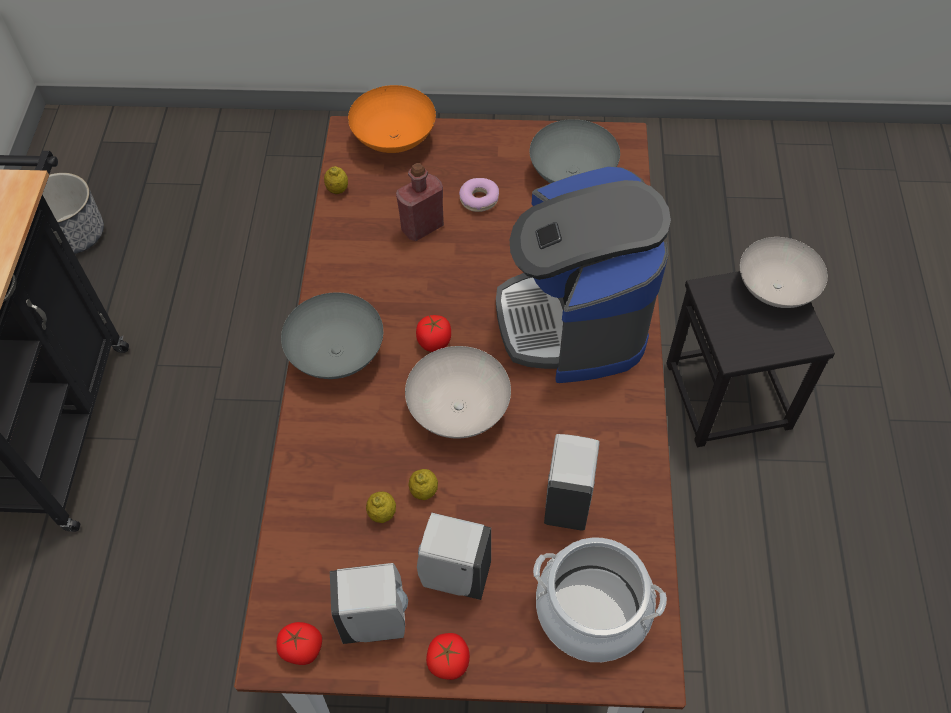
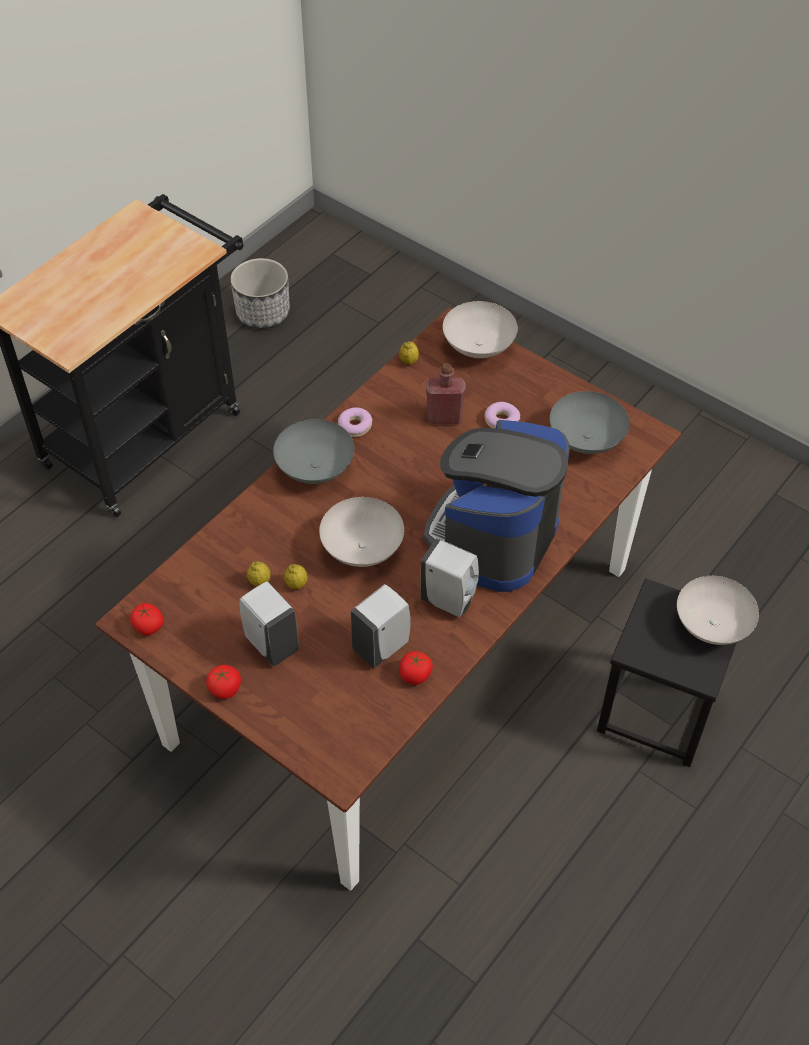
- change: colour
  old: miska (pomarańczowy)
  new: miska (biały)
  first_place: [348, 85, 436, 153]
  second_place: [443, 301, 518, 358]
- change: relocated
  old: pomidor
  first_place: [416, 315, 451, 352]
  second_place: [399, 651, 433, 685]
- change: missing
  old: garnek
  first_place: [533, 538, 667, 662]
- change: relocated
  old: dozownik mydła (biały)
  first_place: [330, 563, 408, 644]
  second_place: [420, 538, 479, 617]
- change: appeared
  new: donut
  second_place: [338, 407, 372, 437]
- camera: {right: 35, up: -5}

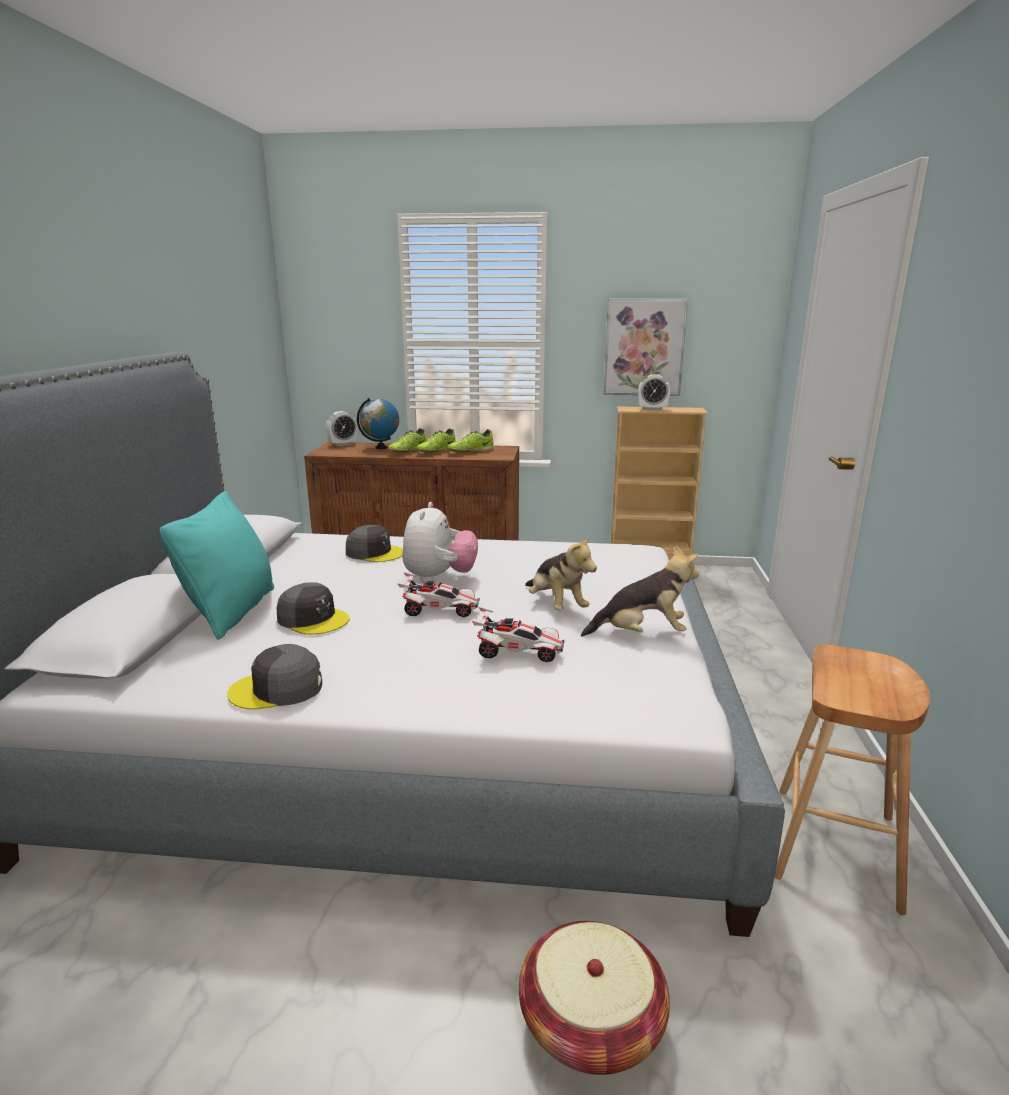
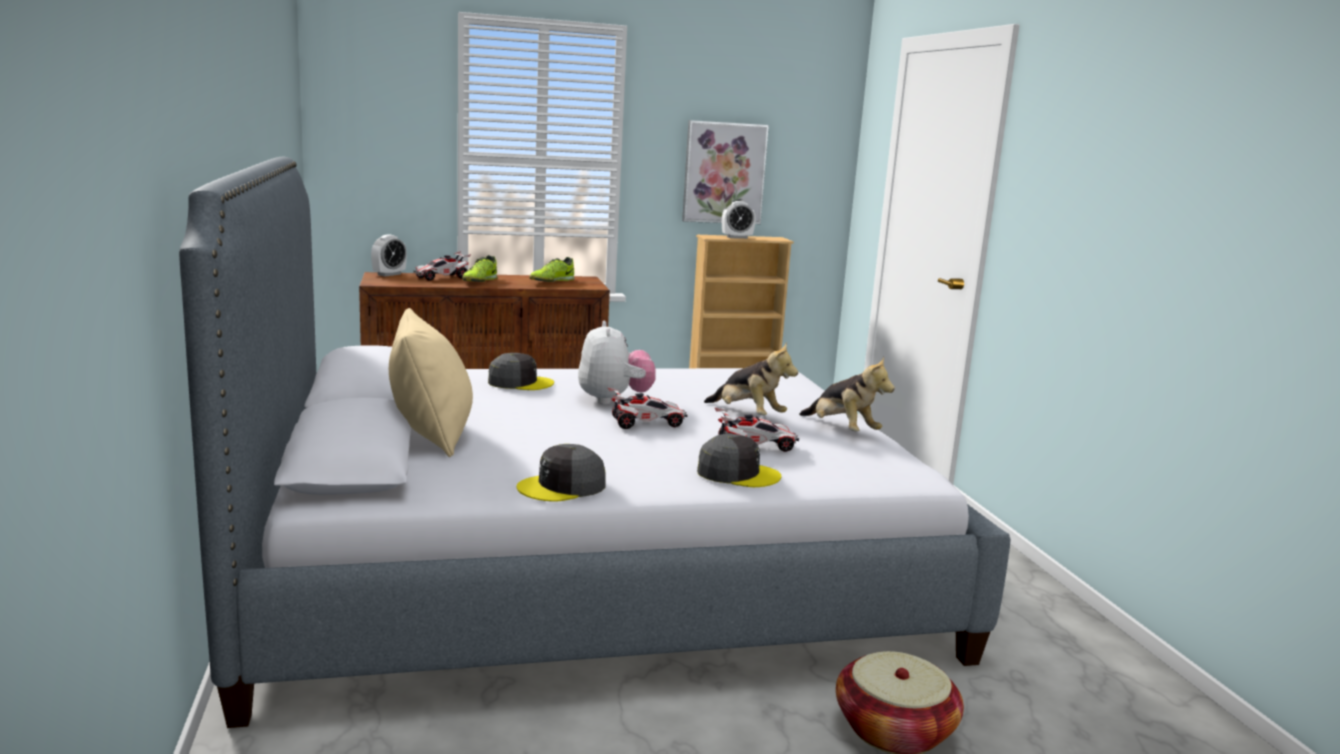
- change: exchanged
  old: globus
  new: samochodzik
  first_place: [357, 398, 399, 449]
  second_place: [413, 251, 471, 281]
- change: missing
  old: but
  first_place: [416, 428, 456, 453]
- change: colour
  old: poduszka (turkusowy)
  new: poduszka (beżowy)
  first_place: [159, 491, 274, 640]
  second_place: [389, 308, 473, 457]
- change: spun
  old: pluszak
  first_place: [581, 545, 699, 637]
  second_place: [799, 357, 895, 431]
  degrees: 75
- change: relocated
  old: czapka z daszkiem (szary)
  first_place: [276, 582, 350, 635]
  second_place: [697, 434, 781, 487]
- change: missing
  old: stołek (brązowy)
  first_place: [774, 644, 930, 916]
- camera: {right: -20, up: -5}

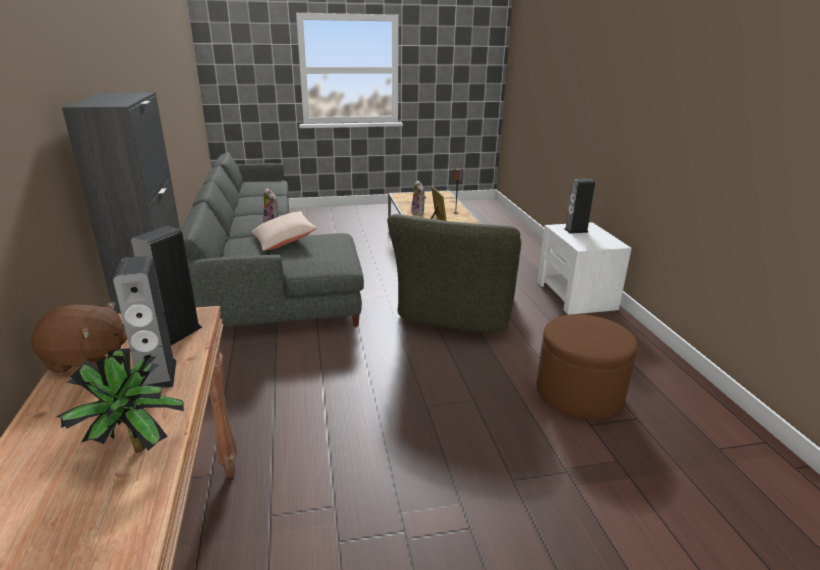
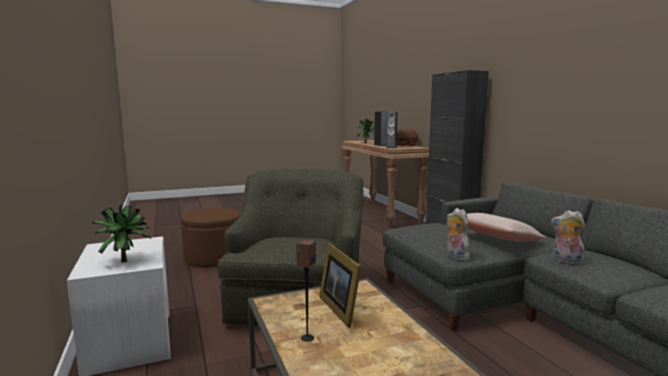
- change: exchanged
  old: głośnik
  new: roślina doniczkowa
  first_place: [564, 179, 595, 234]
  second_place: [92, 205, 151, 263]
- change: relocated
  old: pluszak
  first_place: [411, 180, 426, 216]
  second_place: [446, 208, 470, 261]
- camera: {right: 170, up: -15}

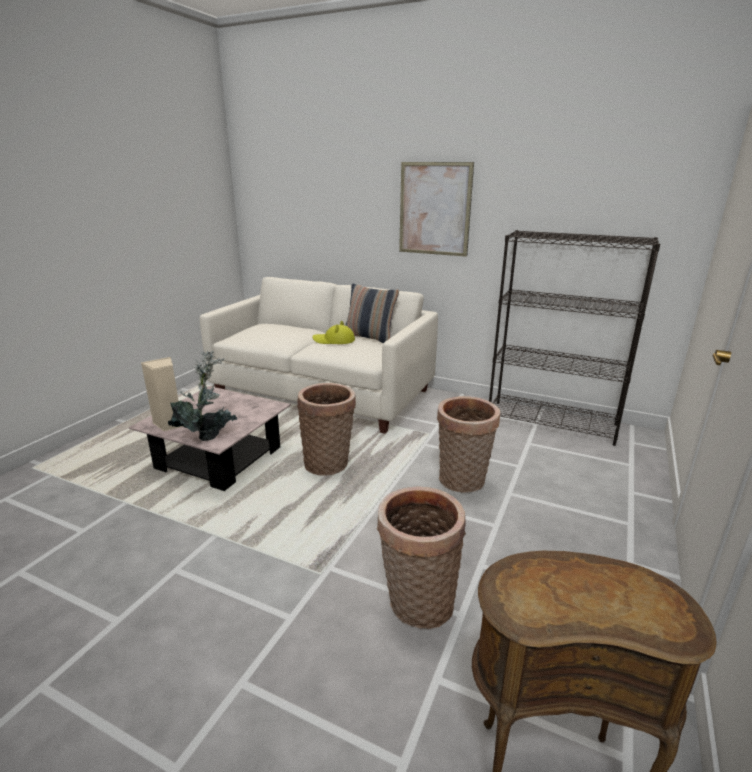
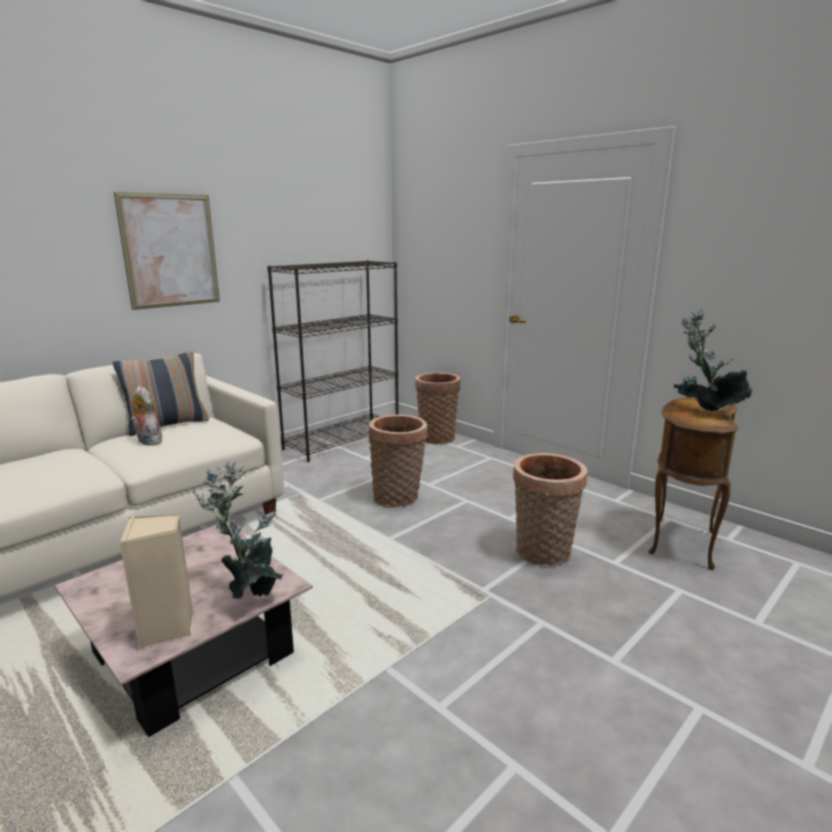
- change: exchanged
  old: kapelusz (żółty)
  new: pluszak
  first_place: [312, 321, 355, 344]
  second_place: [131, 386, 162, 445]
- change: relocated
  old: koszyk
  first_place: [297, 383, 356, 476]
  second_place: [415, 373, 461, 445]
- change: appeared
  new: roślina doniczkowa
  second_place: [674, 309, 752, 411]
- camera: {right: -70, up: -5}

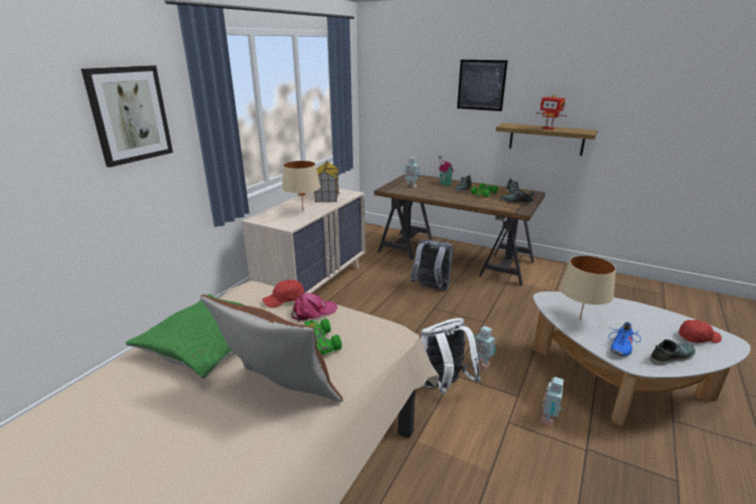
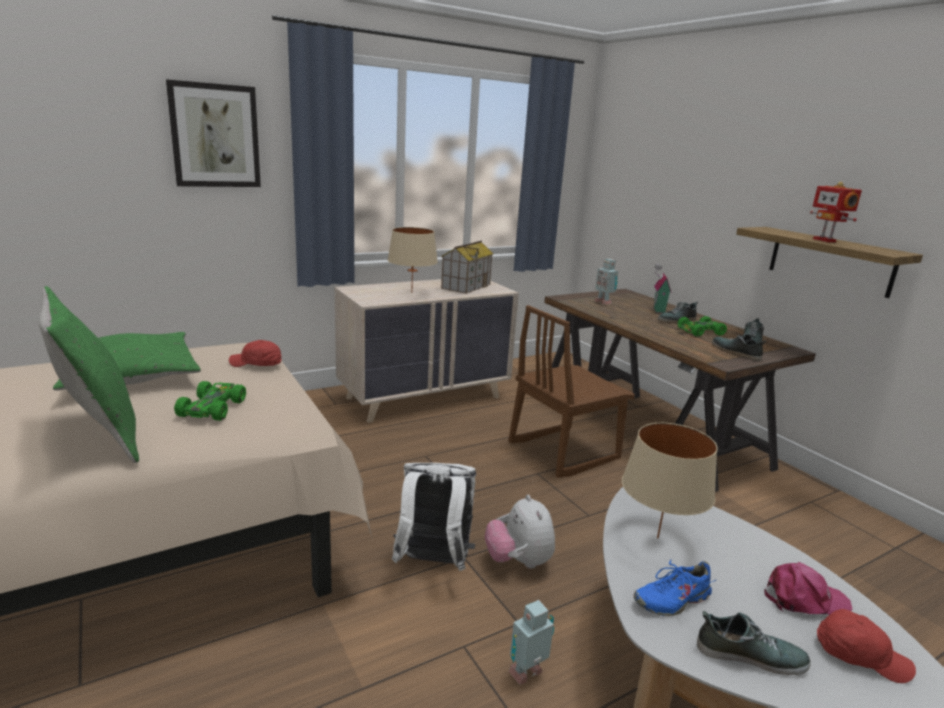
- change: missing
  old: obraz
  first_place: [457, 60, 508, 111]
- change: exchanged
  old: plecak (szary)
  new: krzesło (brązowy)
  first_place: [410, 240, 453, 291]
  second_place: [508, 305, 635, 478]
- change: relocated
  old: czapka z daszkiem (różowy)
  first_place: [291, 293, 338, 322]
  second_place: [764, 562, 853, 615]
- change: colour
  old: poduszka (brązowy)
  new: poduszka (zielony)
  first_place: [200, 295, 343, 403]
  second_place: [39, 286, 139, 463]
- change: exchanged
  old: robot zabawkowy
  new: pluszak
  first_place: [474, 326, 496, 370]
  second_place: [485, 495, 555, 568]
- camera: {right: 30, up: -5}

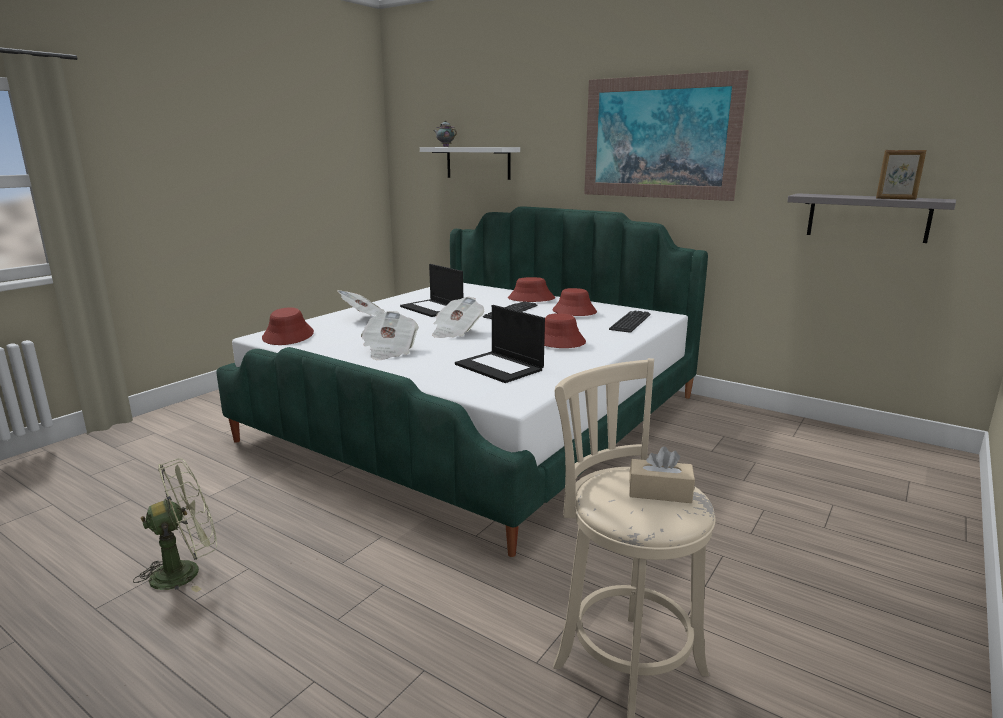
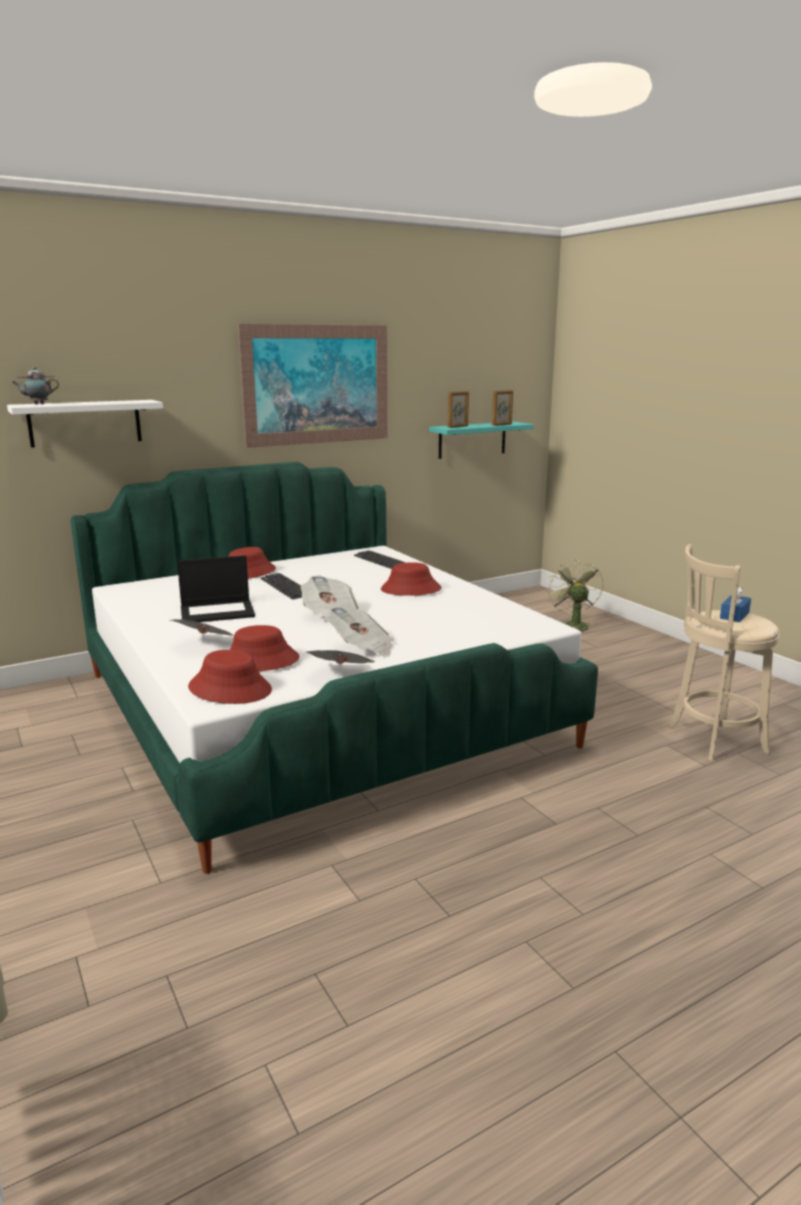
- change: colour
  old: półka (szary)
  new: półka (turkusowy)
  first_place: [787, 193, 956, 243]
  second_place: [429, 422, 534, 459]
- change: relocated
  old: kapelusz (czerwony)
  first_place: [553, 288, 597, 316]
  second_place: [230, 625, 300, 671]
- change: missing
  old: laptop
  first_place: [455, 305, 545, 383]
- change: colour
  old: pudełko chusteczek (beżowy)
  new: pudełko chusteczek (niebieski)
  first_place: [629, 446, 695, 503]
  second_place: [720, 586, 751, 622]
- change: relocated
  old: wentylator (zielony)
  first_place: [133, 458, 217, 592]
  second_place: [547, 559, 603, 631]
- change: appeared
  new: ramka na zdjęcie
  second_place: [447, 391, 469, 428]
- change: appeared
  new: gazeta
  second_place: [303, 650, 375, 664]
- camera: {right: -65, up: 0}

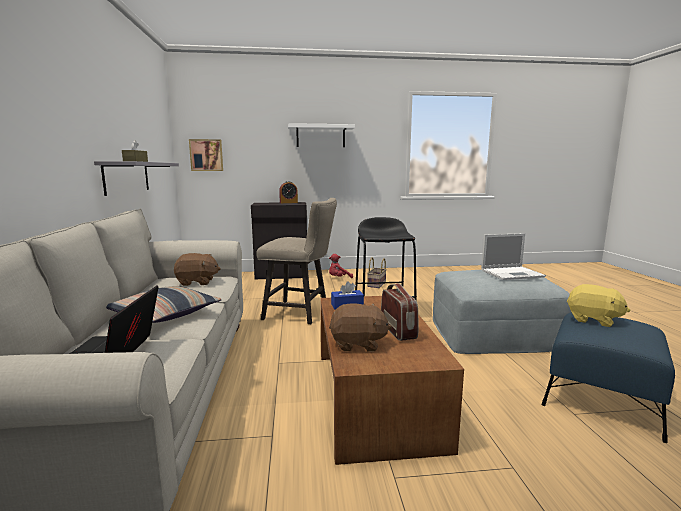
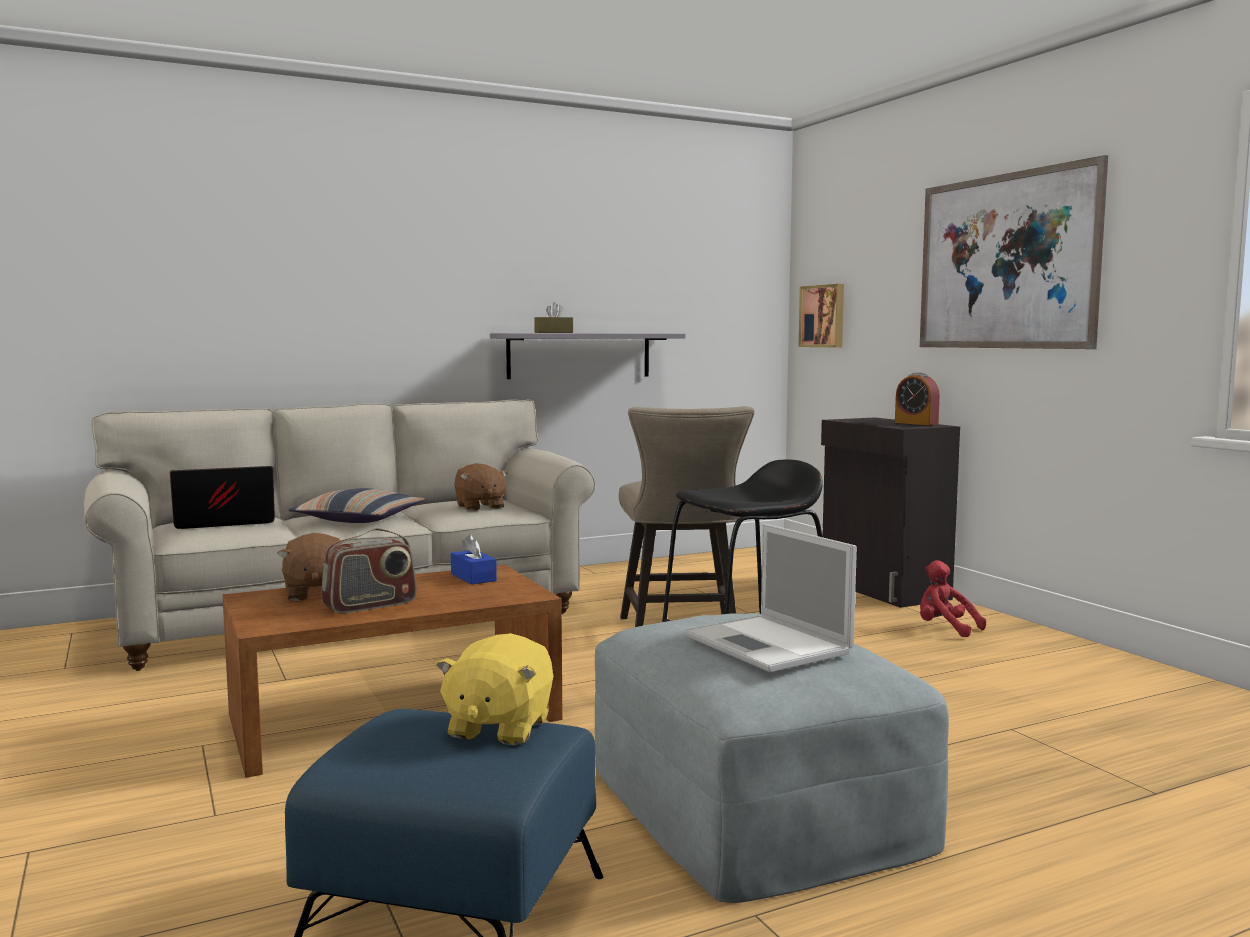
- change: exchanged
  old: półka (biały)
  new: obraz
  first_place: [288, 123, 355, 147]
  second_place: [920, 155, 1108, 349]
- change: missing
  old: koszyk
  first_place: [367, 257, 387, 288]
- camera: {right: 70, up: -5}

